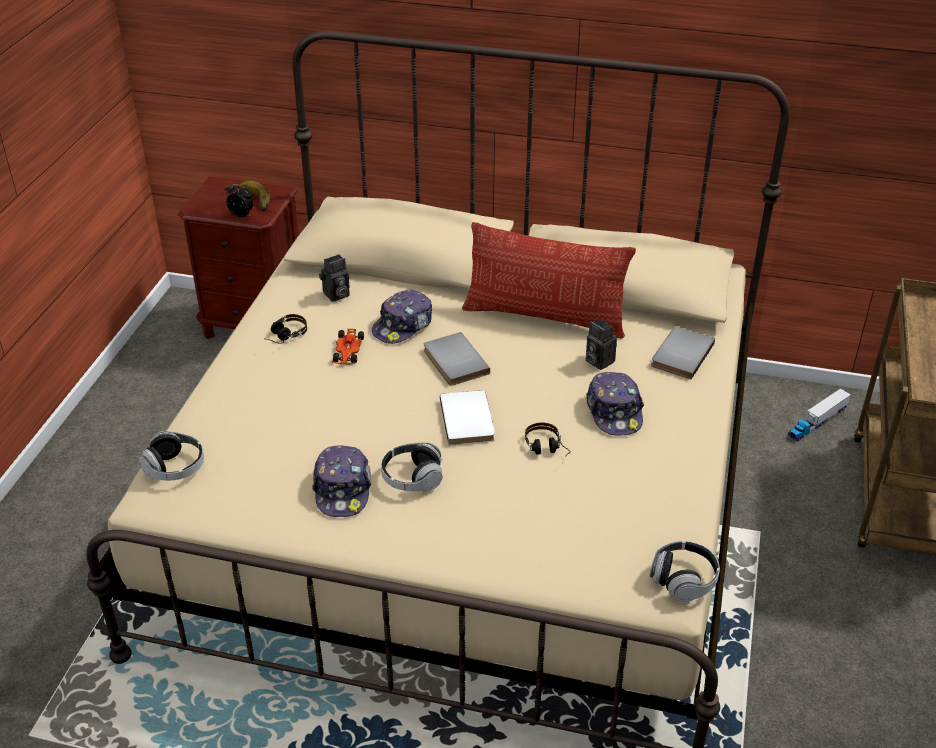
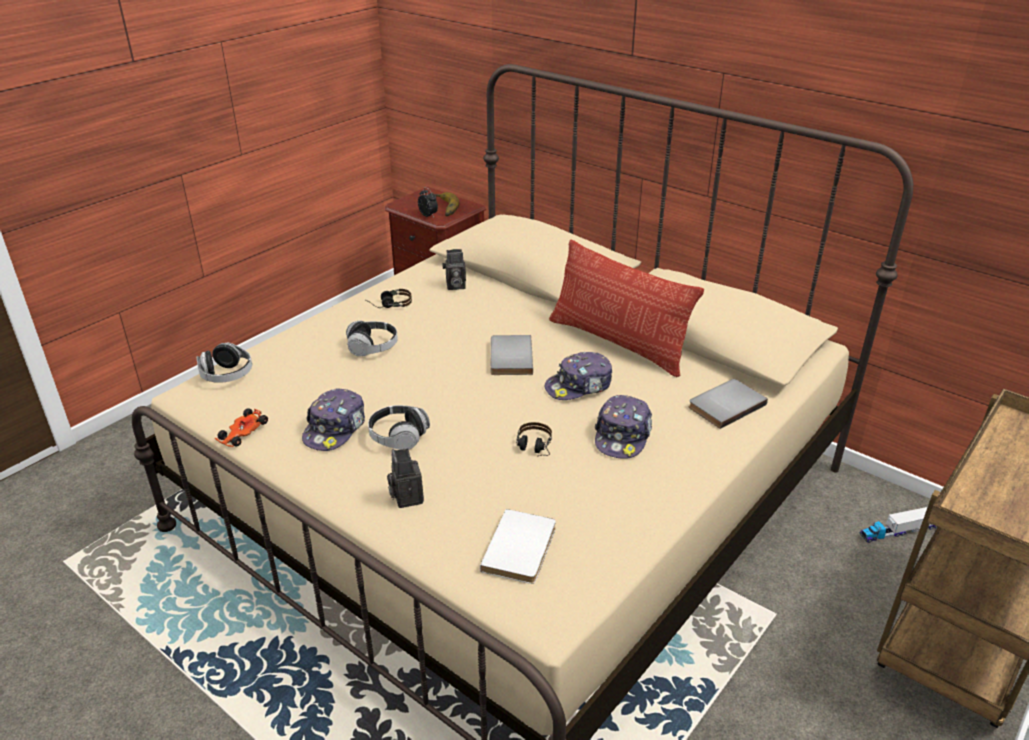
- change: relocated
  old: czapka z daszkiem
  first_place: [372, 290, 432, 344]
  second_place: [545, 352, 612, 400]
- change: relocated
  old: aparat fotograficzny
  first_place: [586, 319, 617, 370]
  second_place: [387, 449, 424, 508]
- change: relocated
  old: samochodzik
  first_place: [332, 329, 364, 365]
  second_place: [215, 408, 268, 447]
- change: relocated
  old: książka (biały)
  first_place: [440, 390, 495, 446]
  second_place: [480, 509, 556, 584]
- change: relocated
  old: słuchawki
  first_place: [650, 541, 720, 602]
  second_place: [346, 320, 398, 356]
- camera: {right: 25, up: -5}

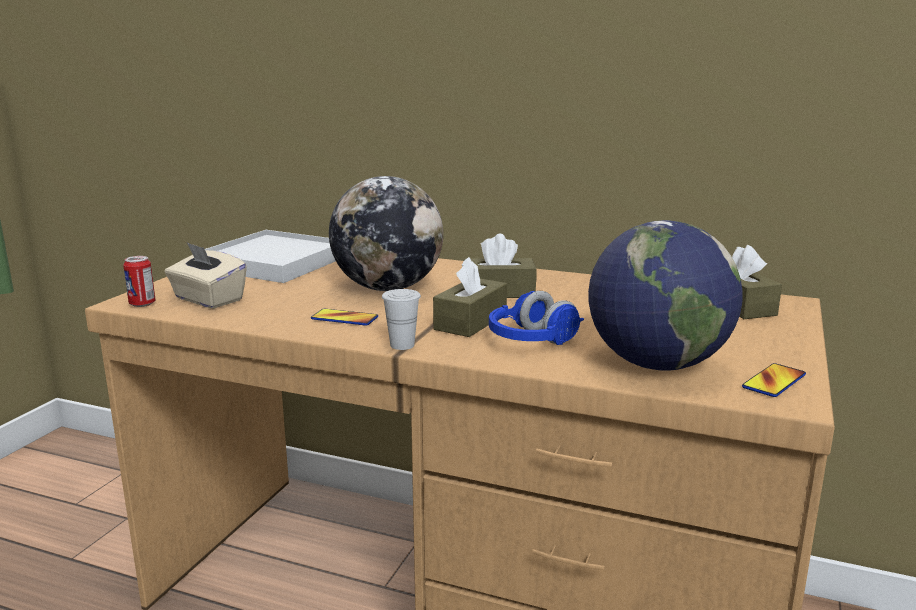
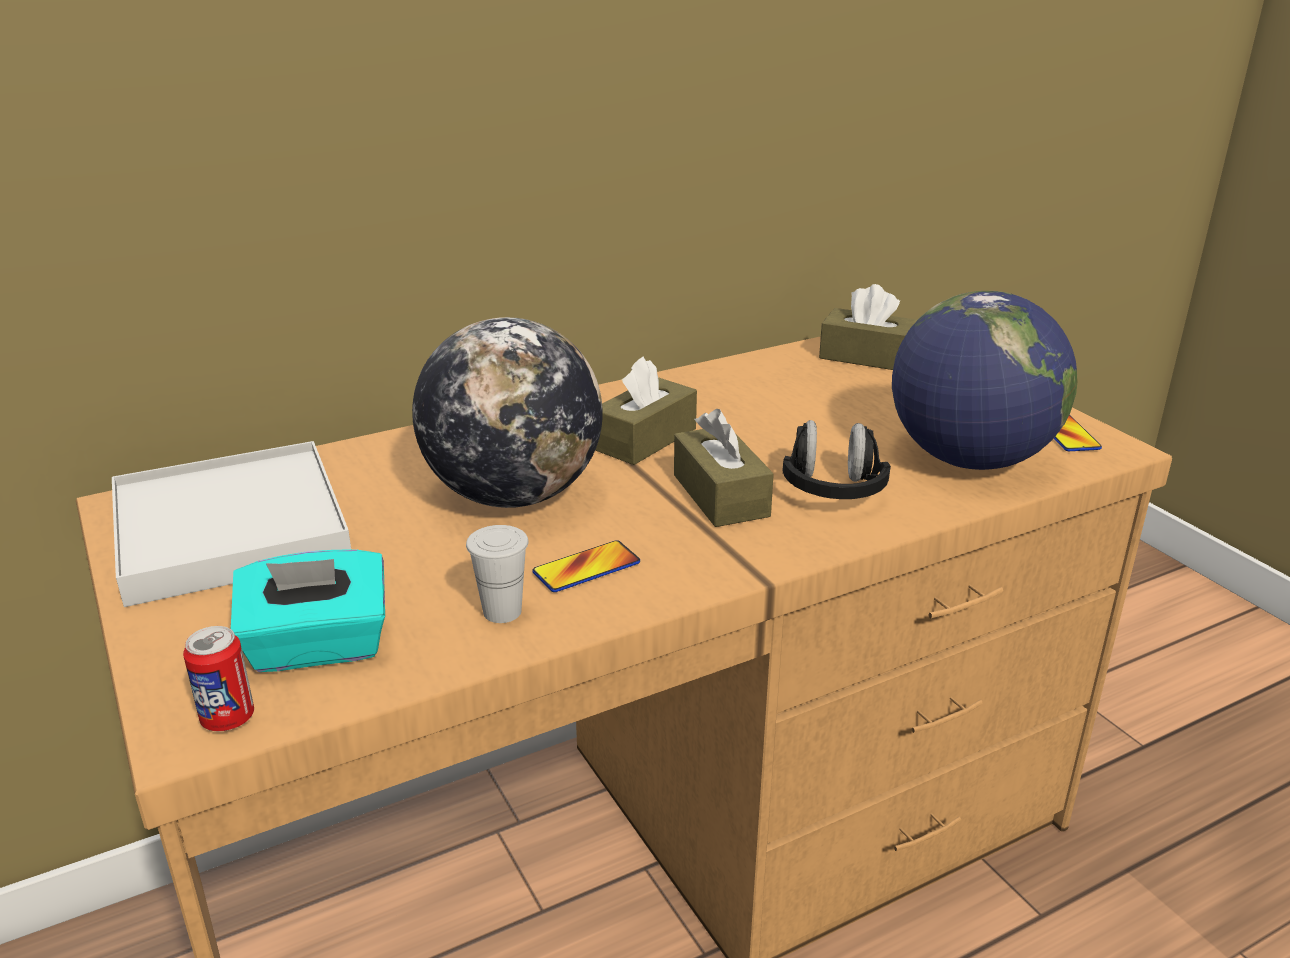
- change: colour
  old: pudełko chusteczek (beżowy)
  new: pudełko chusteczek (turkusowy)
  first_place: [165, 243, 247, 309]
  second_place: [231, 550, 385, 672]
- change: relocated
  old: filiżanka (biały)
  first_place: [382, 289, 421, 350]
  second_place: [466, 525, 529, 623]
- change: colour
  old: słuchawki (niebieski)
  new: słuchawki (czarny)
  first_place: [489, 291, 584, 345]
  second_place: [782, 420, 891, 499]
- camera: {right: -50, up: 10}

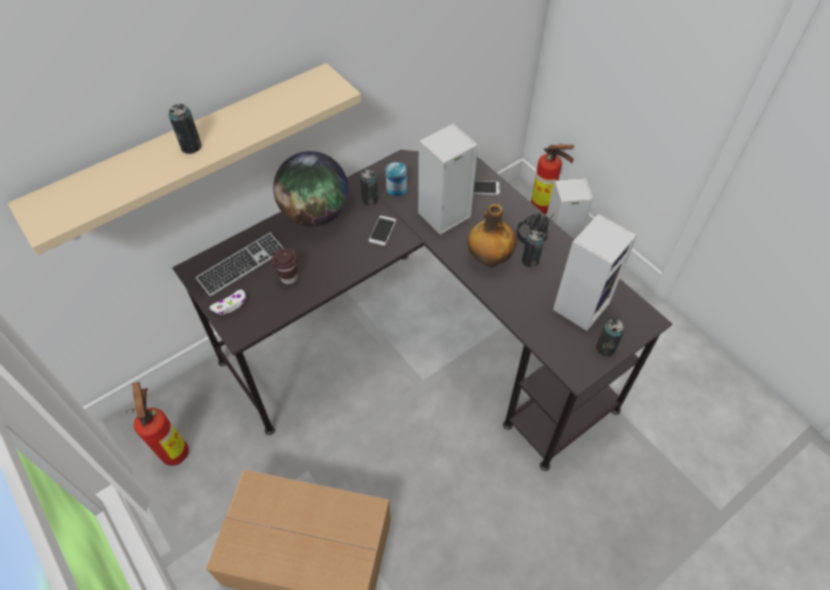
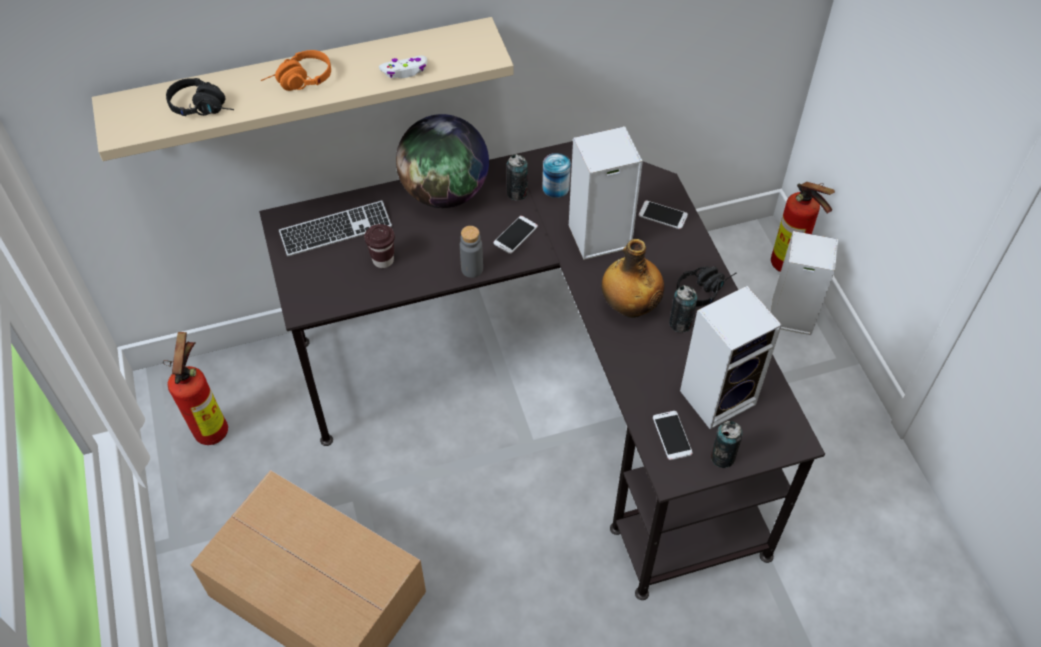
- change: exchanged
  old: puszka
  new: słuchawki (pomarańczowy)
  first_place: [169, 104, 202, 154]
  second_place: [261, 50, 331, 91]
- change: relocated
  old: pad do gier (biały)
  first_place: [209, 290, 246, 315]
  second_place: [379, 56, 427, 78]
- change: appeared
  new: słuchawki (czarny)
  second_place: [166, 78, 234, 116]
- change: appeared
  new: butelka (szary)
  second_place: [460, 226, 483, 278]
- change: appeared
  new: telefon
  second_place: [653, 411, 693, 460]
- camera: {right: 20, up: 0}

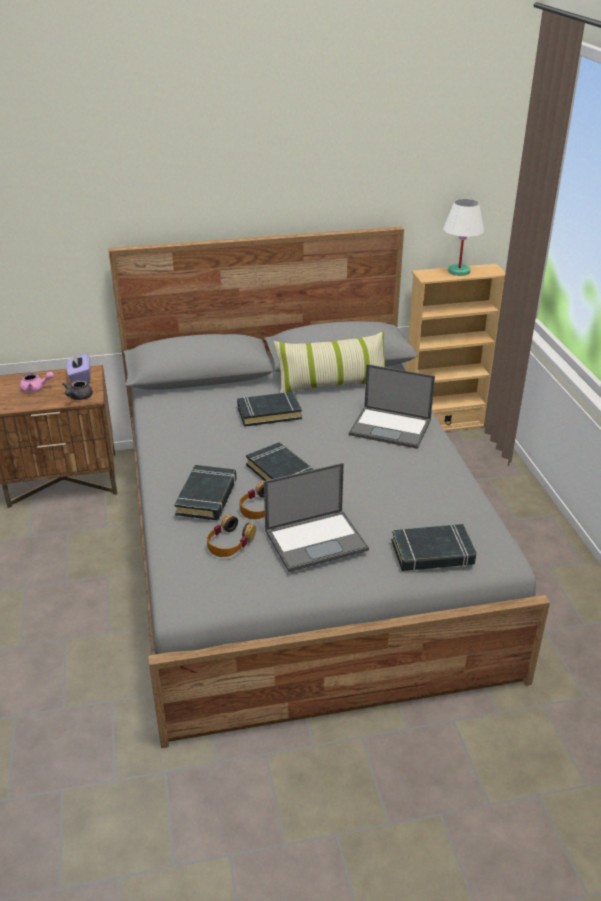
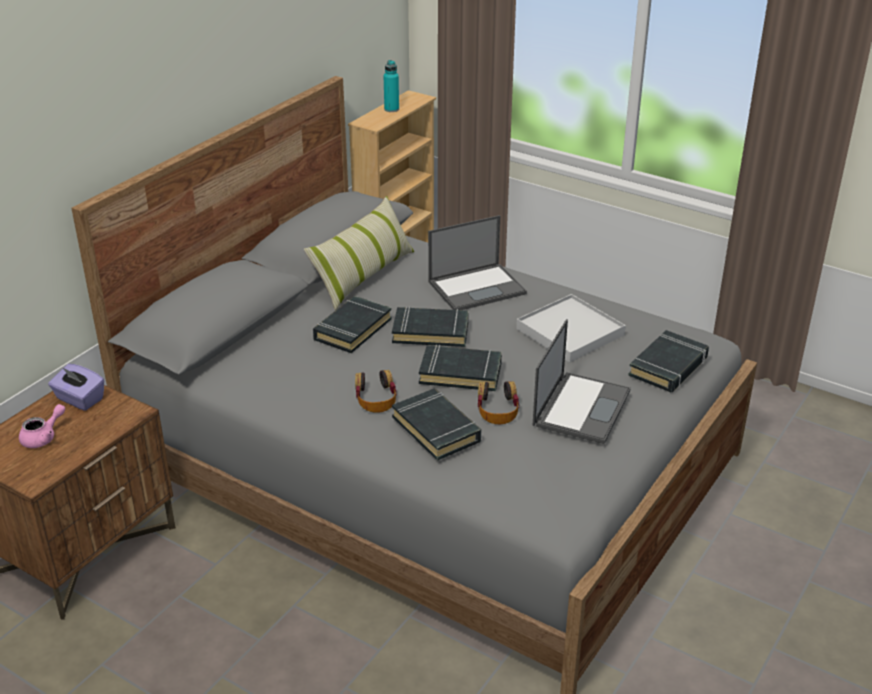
- change: exchanged
  old: lampa stołowa (biały)
  new: butelka (turkusowy)
  first_place: [443, 199, 484, 276]
  second_place: [383, 60, 399, 112]
- change: missing
  old: imbryk (szary)
  first_place: [63, 380, 93, 400]
- change: relocated
  old: słuchawki
  first_place: [207, 515, 256, 557]
  second_place: [355, 370, 397, 413]
- change: appeared
  new: taca (biały)
  second_place: [516, 294, 626, 363]
- change: appeared
  new: książka (czarny)
  second_place: [392, 306, 469, 347]
- camera: {right: -45, up: 0}

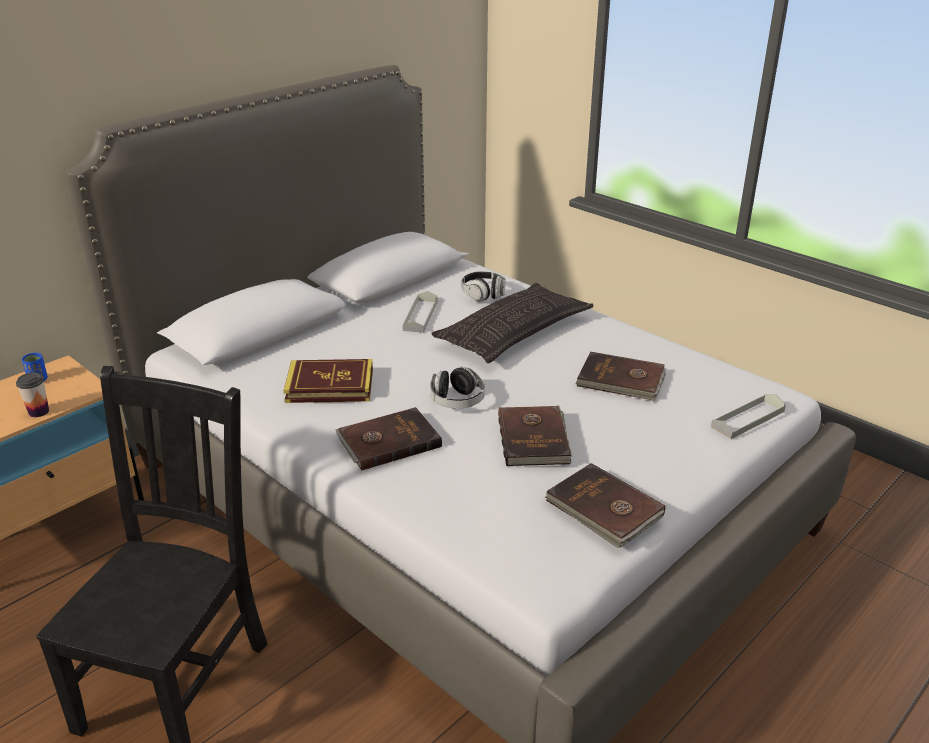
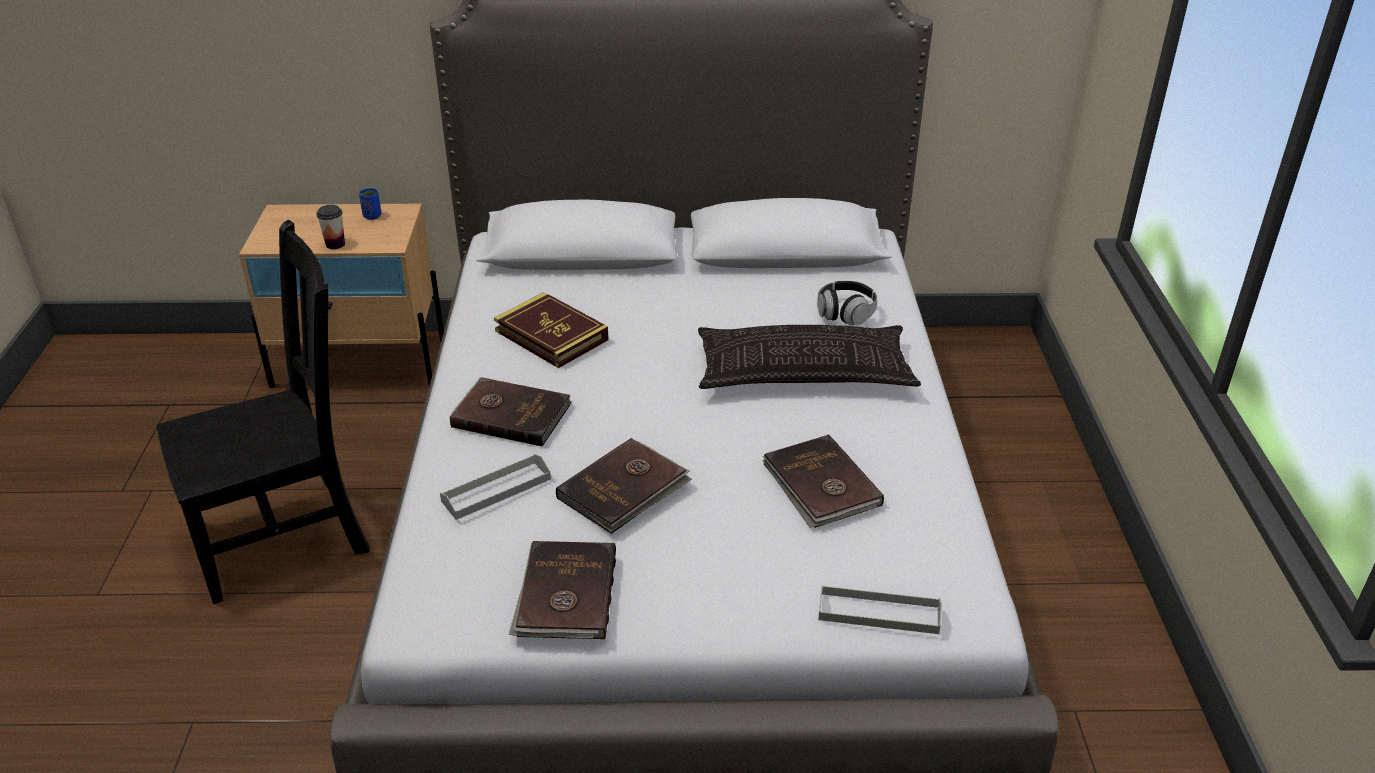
- change: relocated
  old: taca (szary)
  first_place: [403, 291, 438, 333]
  second_place: [440, 454, 551, 520]
- change: missing
  old: słuchawki
  first_place: [430, 367, 485, 408]
- camera: {right: 45, up: 5}

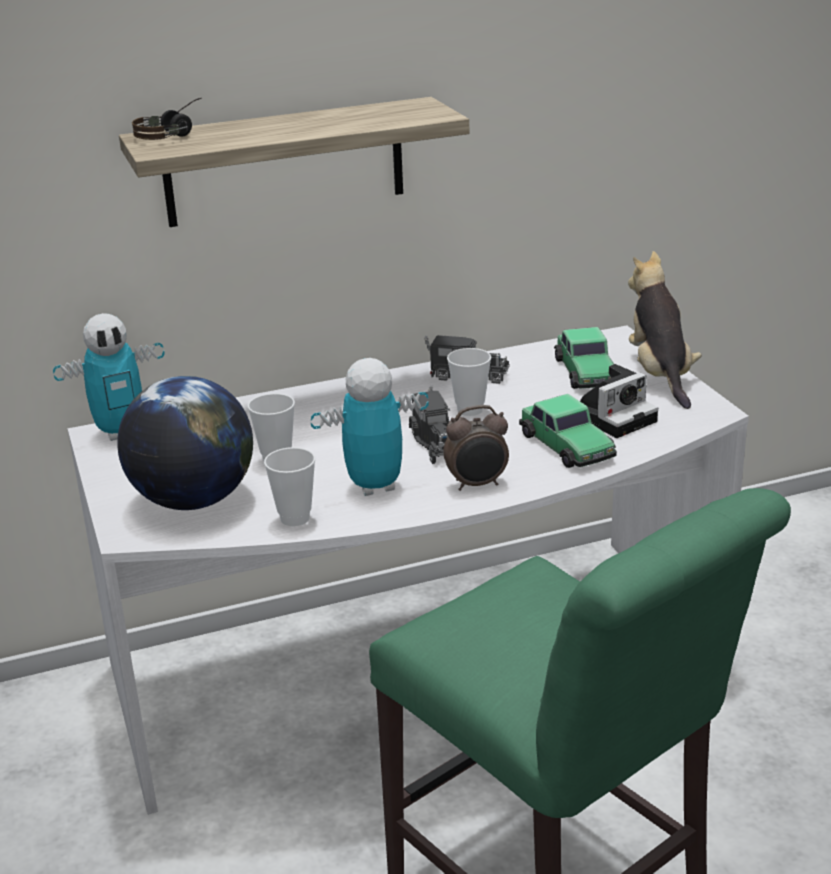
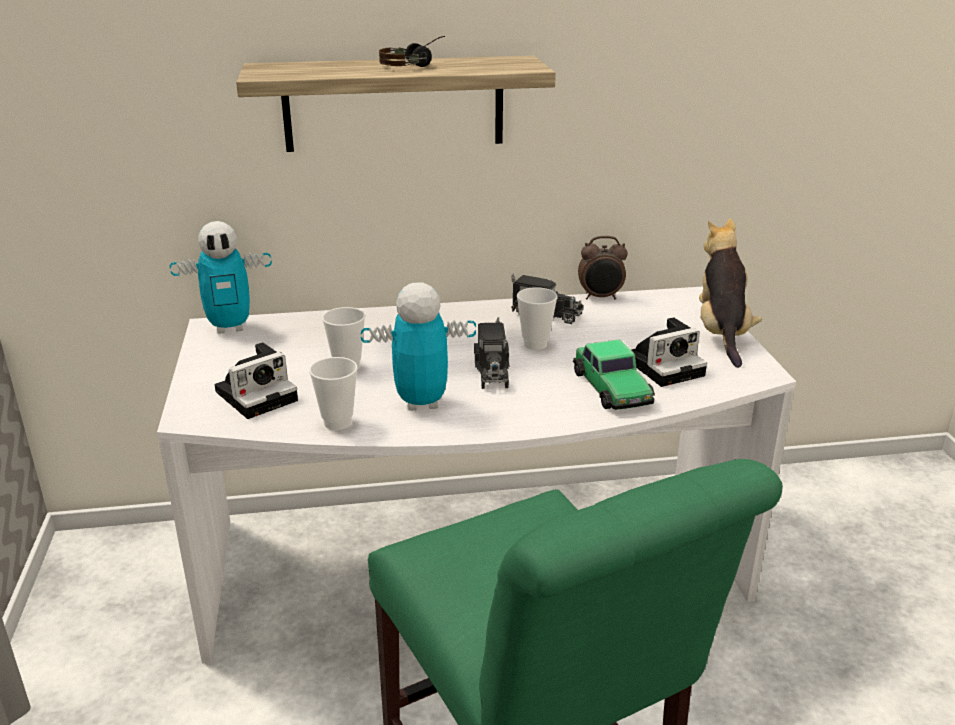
- change: relocated
  old: słuchawki
  first_place: [132, 98, 202, 140]
  second_place: [379, 36, 445, 67]
- change: missing
  old: samochodzik
  first_place: [554, 327, 614, 389]
- change: exchanged
  old: globus
  new: aparat fotograficzny
  first_place: [117, 376, 253, 510]
  second_place: [215, 342, 298, 419]
- change: relocated
  old: budzik
  first_place: [443, 405, 509, 491]
  second_place: [578, 236, 628, 299]
- camera: {right: 10, up: 0}

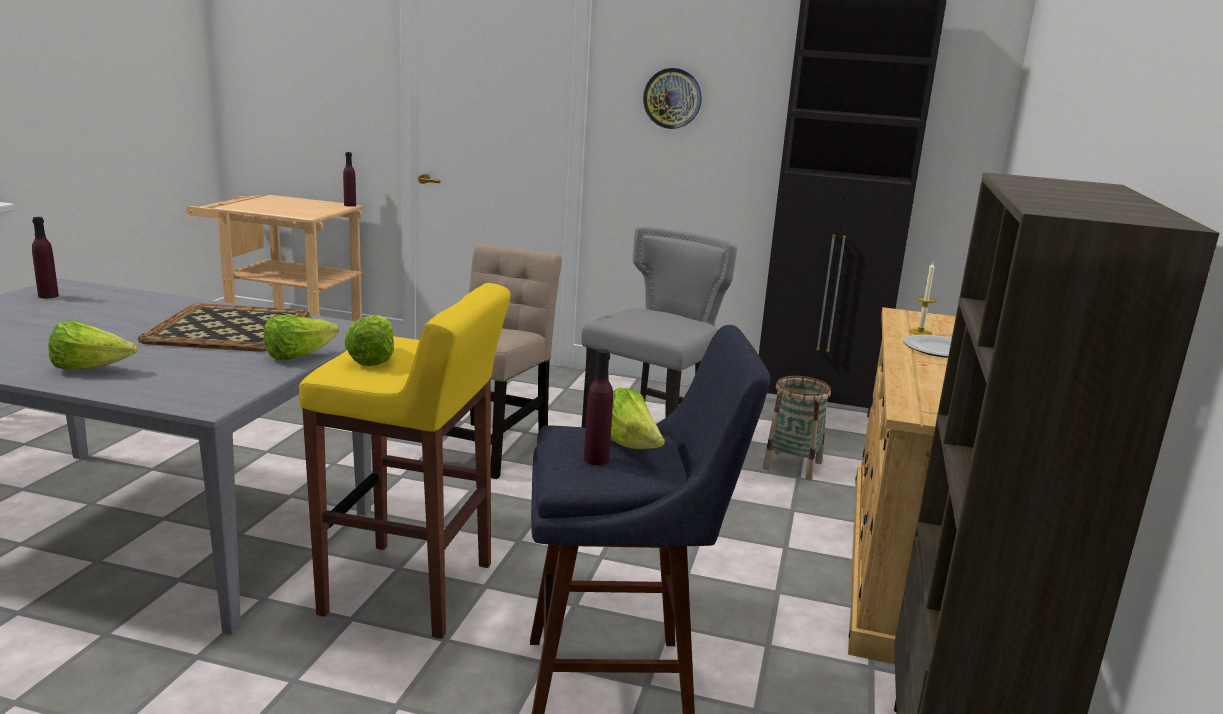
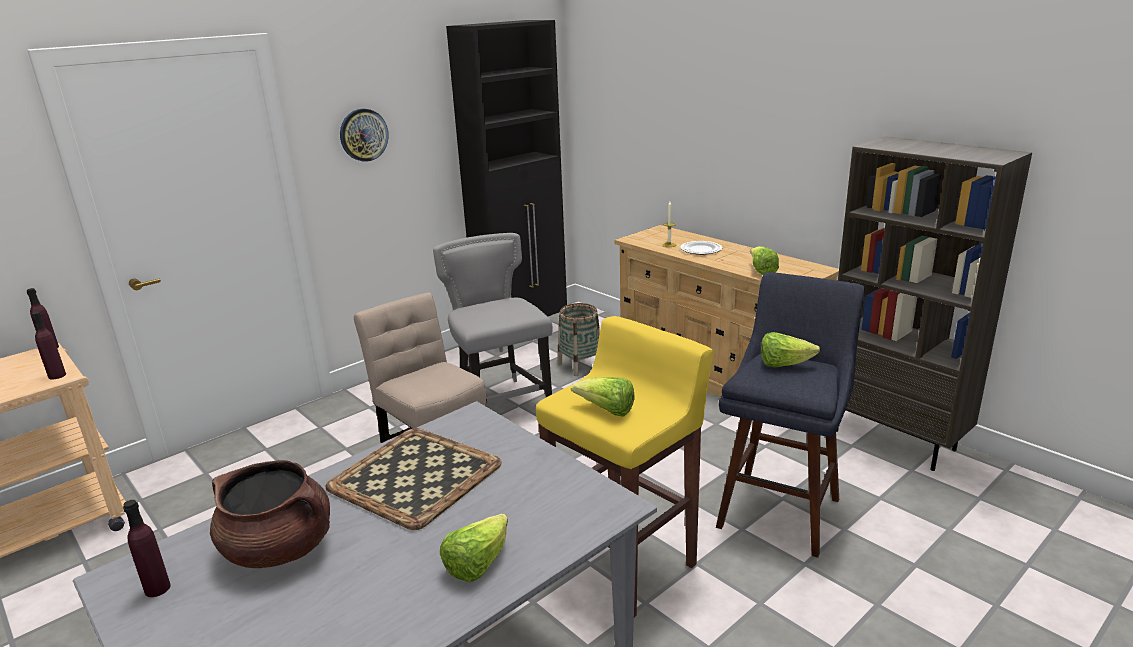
- change: relocated
  old: sałata
  first_place: [264, 315, 339, 360]
  second_place: [750, 246, 779, 275]
- change: relocated
  old: butelka (fioletowy)
  first_place: [584, 349, 613, 465]
  second_place: [31, 312, 66, 380]
- change: appeared
  new: garnek (brązowy)
  second_place: [210, 460, 330, 568]
- camera: {right: -55, up: 5}

